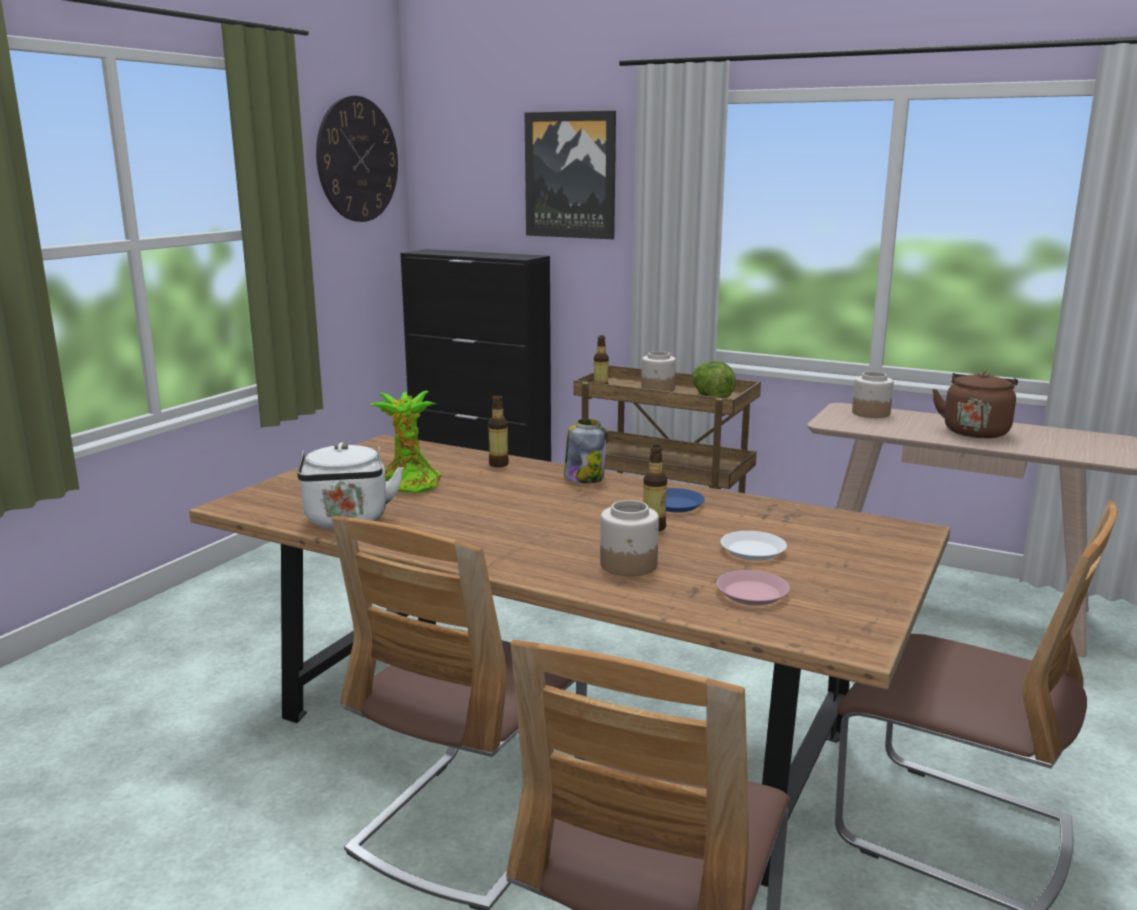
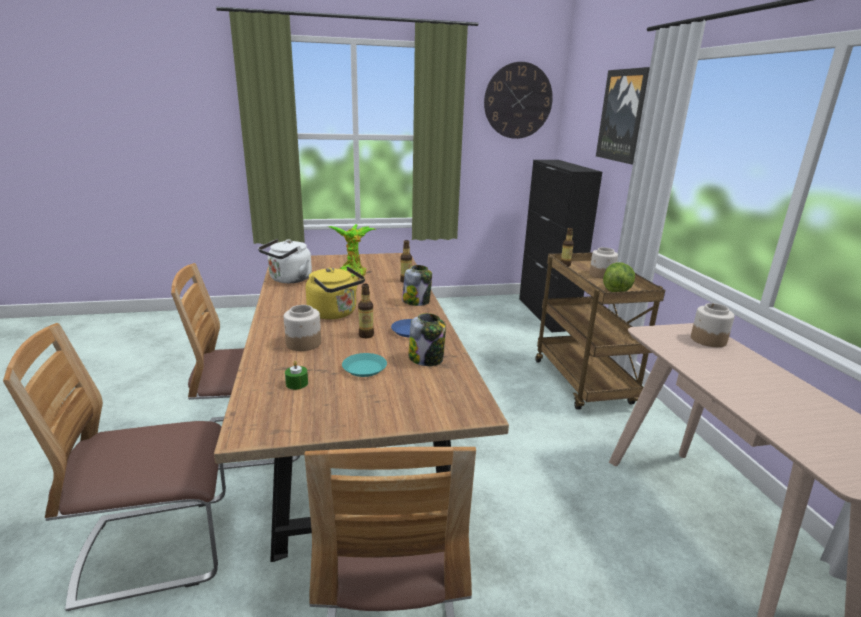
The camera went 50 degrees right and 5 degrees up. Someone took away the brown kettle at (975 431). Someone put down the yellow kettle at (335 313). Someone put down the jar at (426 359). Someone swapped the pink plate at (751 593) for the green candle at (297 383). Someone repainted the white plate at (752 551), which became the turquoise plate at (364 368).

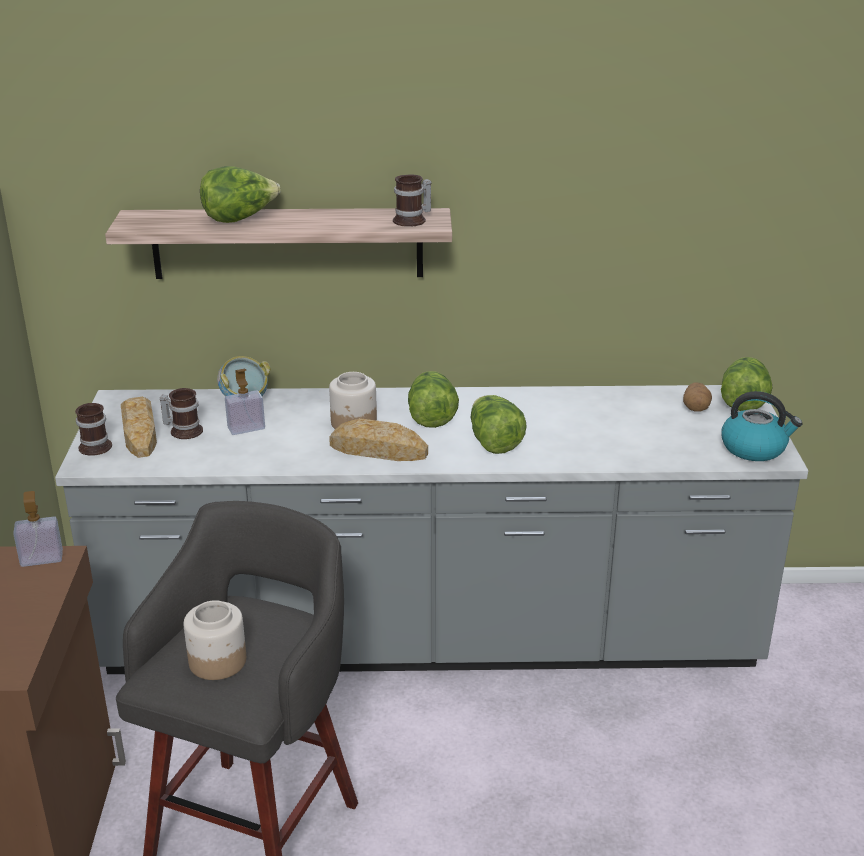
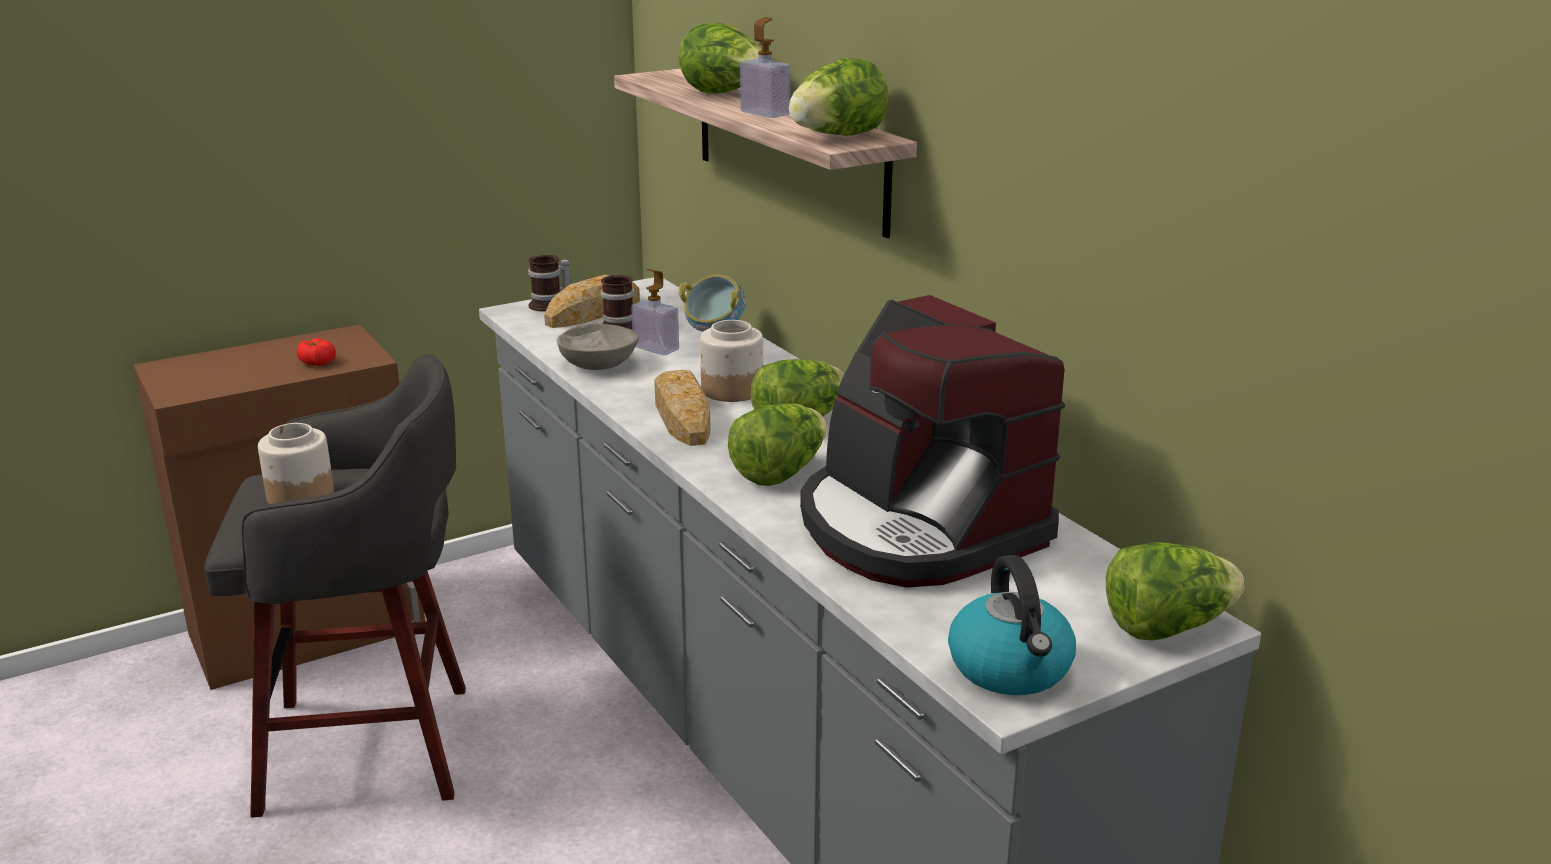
The camera went 60 degrees right and 5 degrees down. Someone took away the potato at (695 408). Someone put down the tomato at (317 362). Someone put down the grey bowl at (598 365). Someone put down the coffee machine at (918 528). Someone carried the soap dispenser from (41 558) to (765 113). Someone swapped the mug at (413 220) for the lettuce at (837 136).

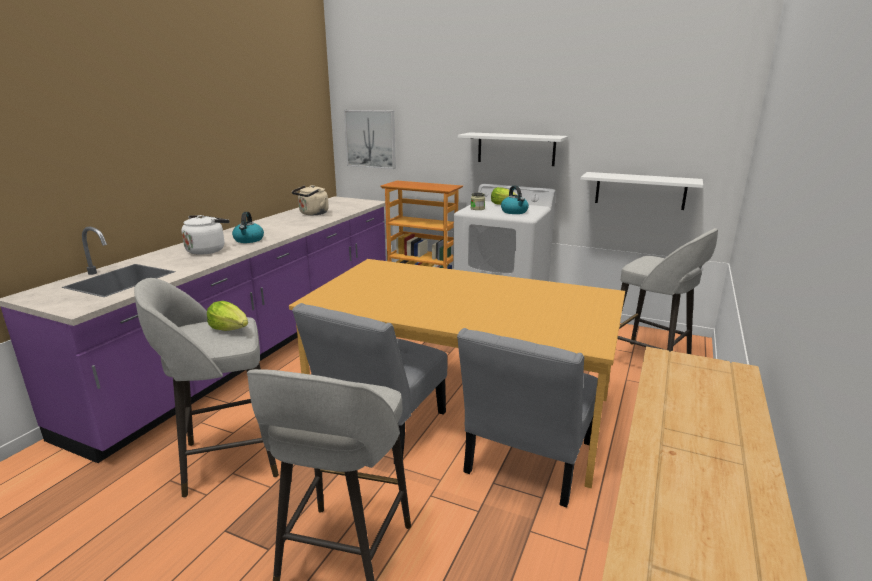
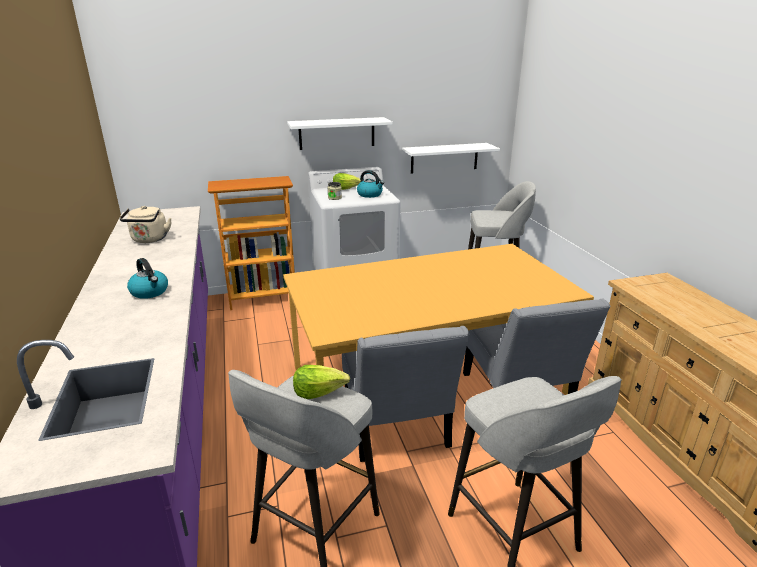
The camera went 40 degrees left and 5 degrees up. Someone took away the white kettle at (207 250). Someone took away the picture at (370 139).

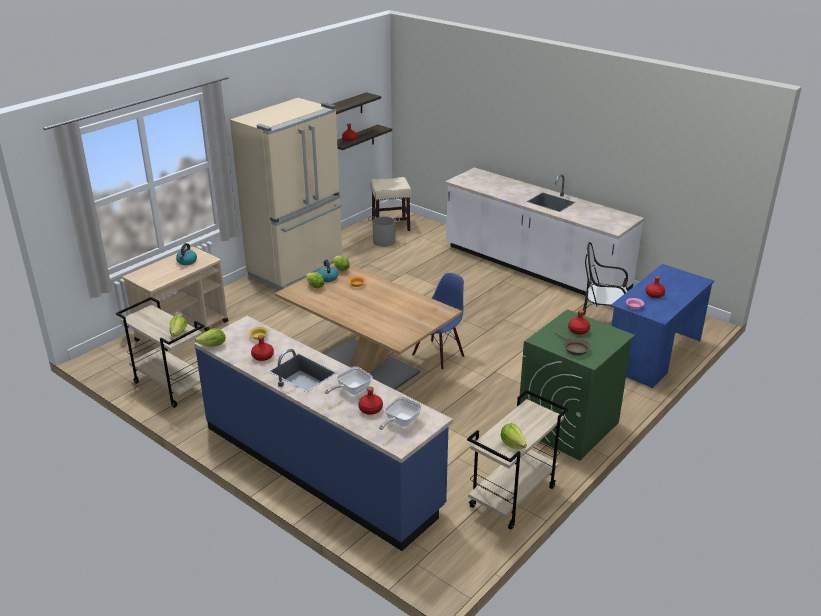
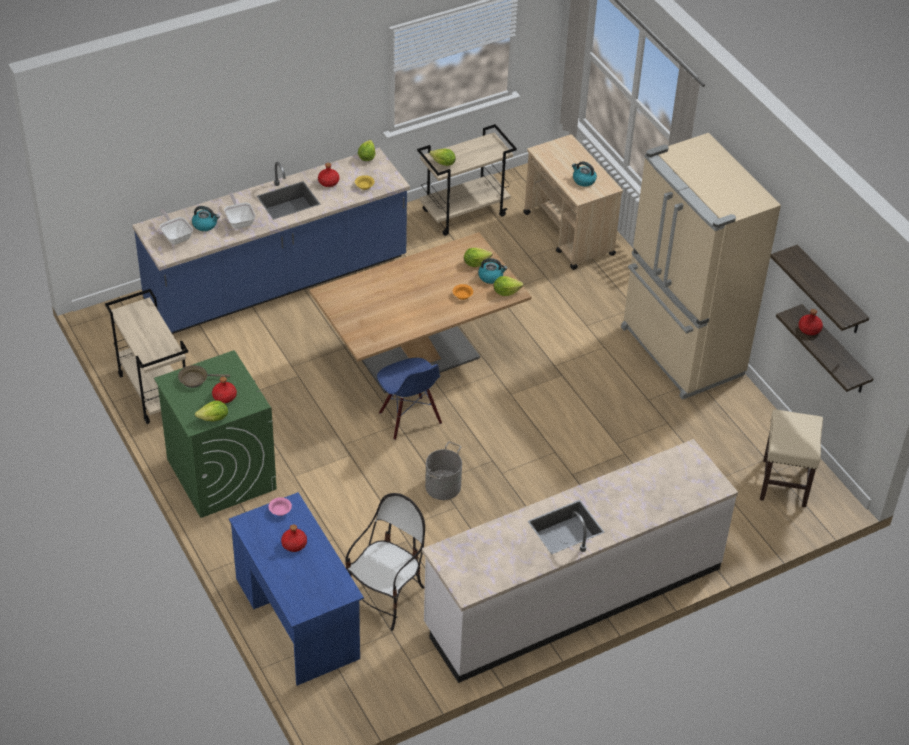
The camera went 110 degrees right and 15 degrees up. Someone carried the grey bucket from (384 241) to (442 486). Someone carried the lettuce from (512 444) to (214 418). Someone swapped the red bottle at (370 409) for the kettle at (205 225).

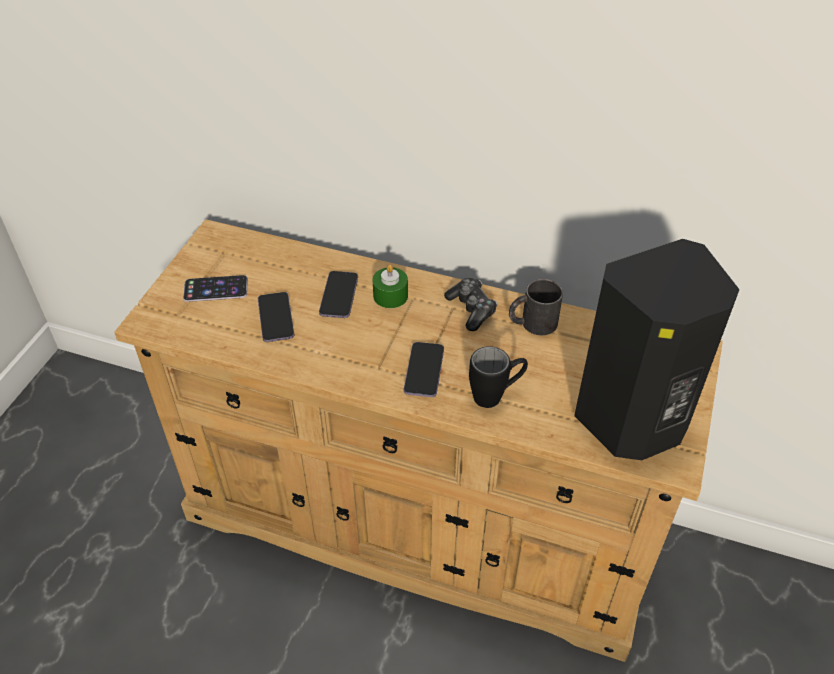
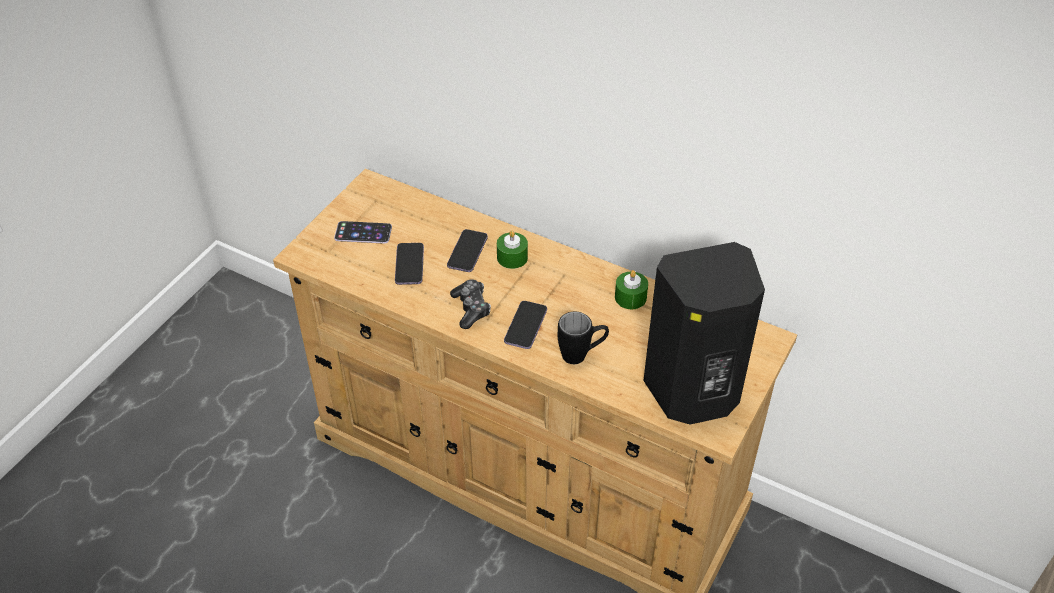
The camera went 10 degrees right and 0 degrees up. Someone carried the game controller from (471 309) to (471 309). Someone swapped the black mug at (532 323) for the green candle at (630 297).

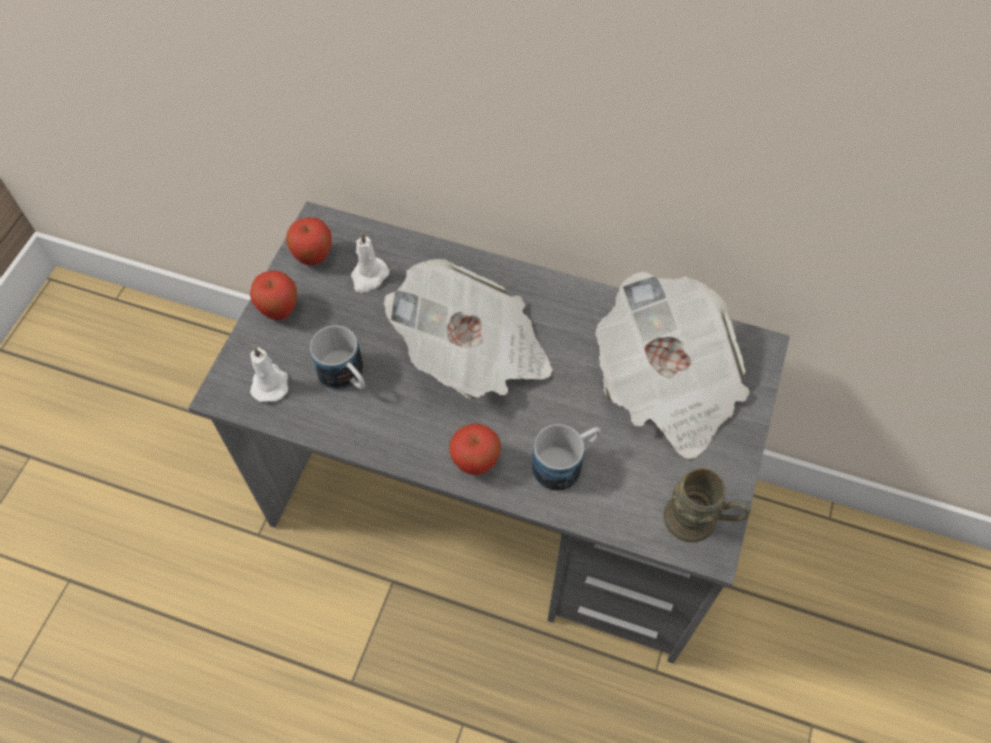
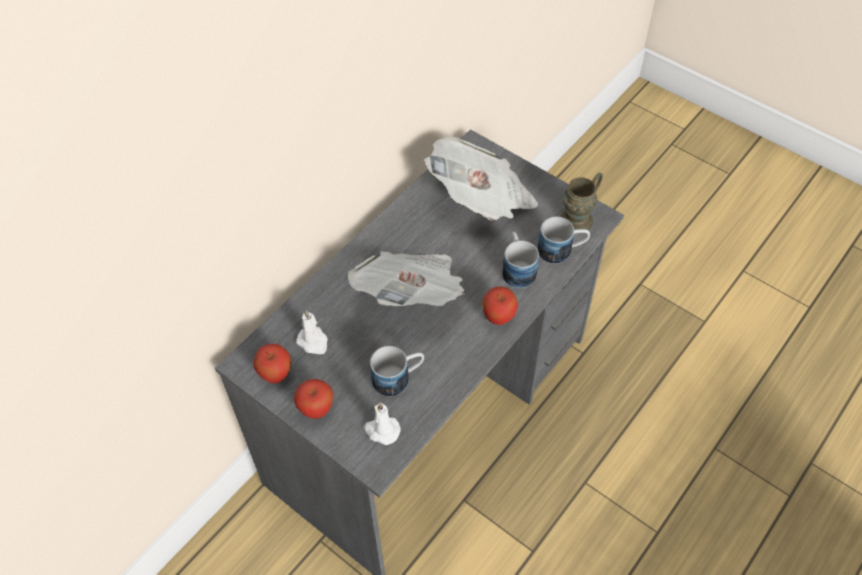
The camera went 70 degrees left and 5 degrees down. Someone put down the mug at (561 251).

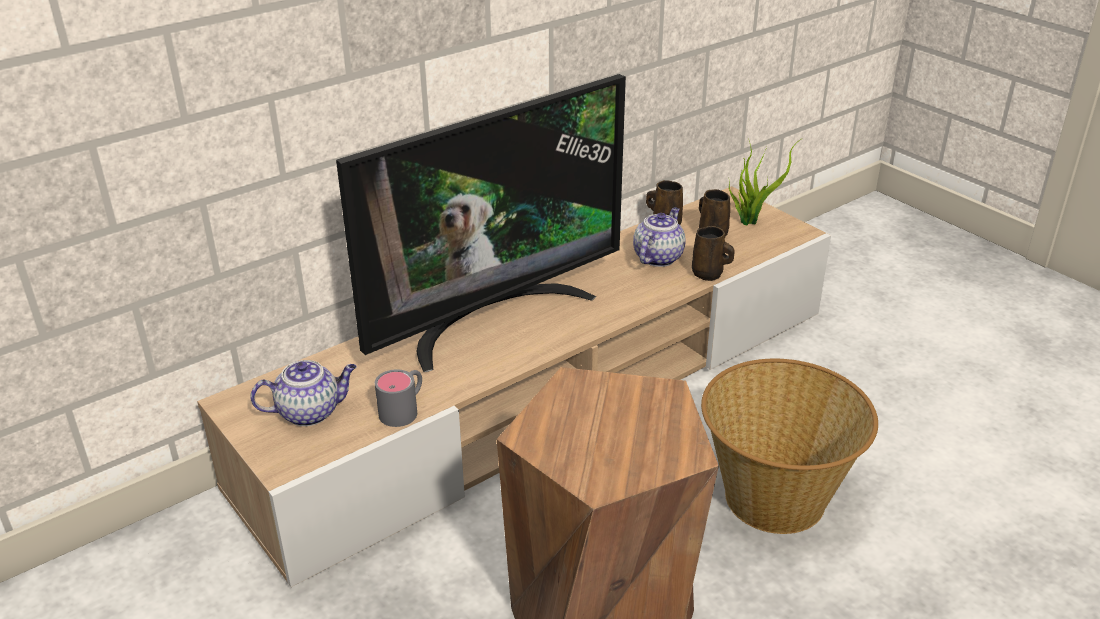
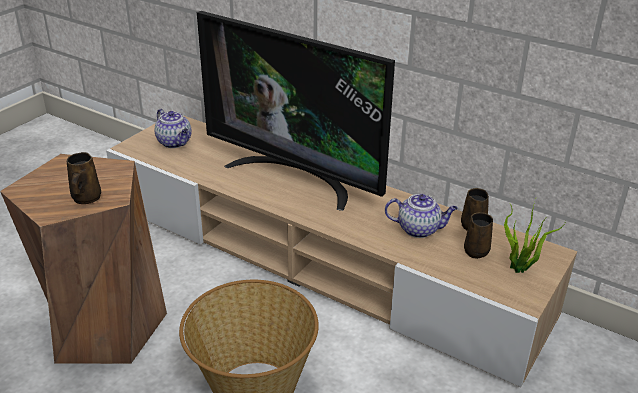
The camera went 70 degrees right and 0 degrees up. Someone took away the grey mug at (404 409). Someone carried the brown mug from (709 274) to (86 198).

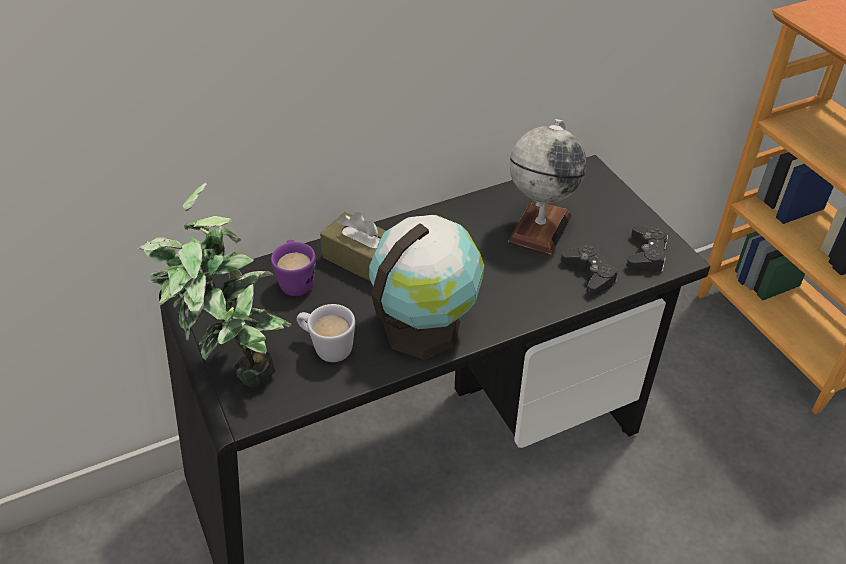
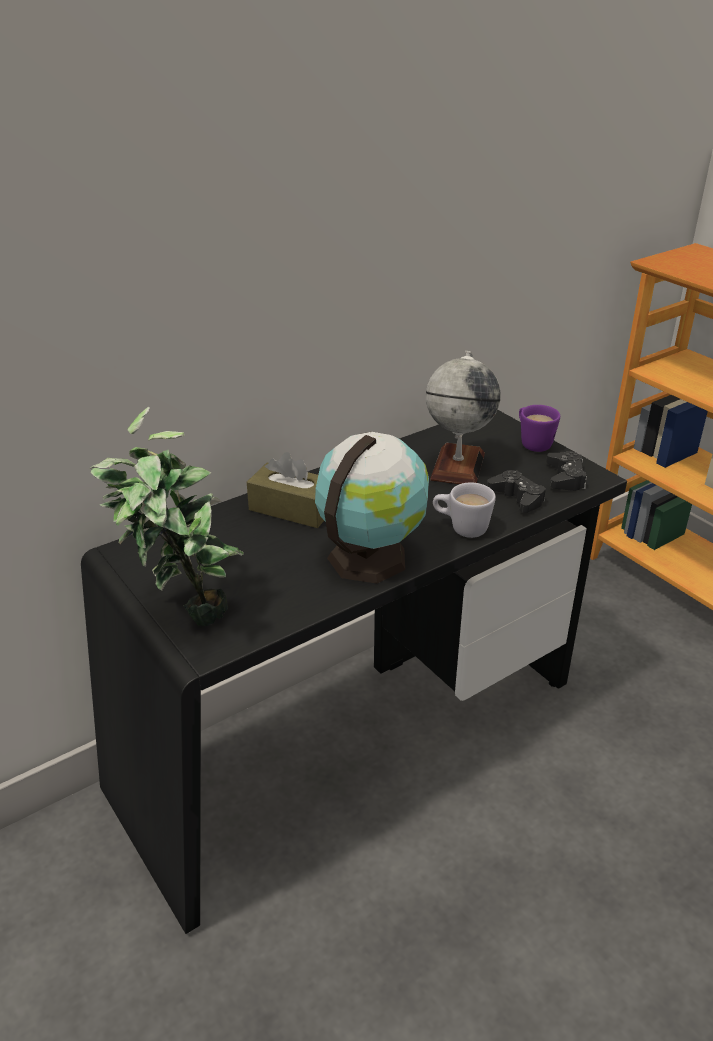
The camera went 10 degrees left and 10 degrees down. Someone carried the purple mug from (296 281) to (532 442). Someone carried the white mug from (326 347) to (461 528).

